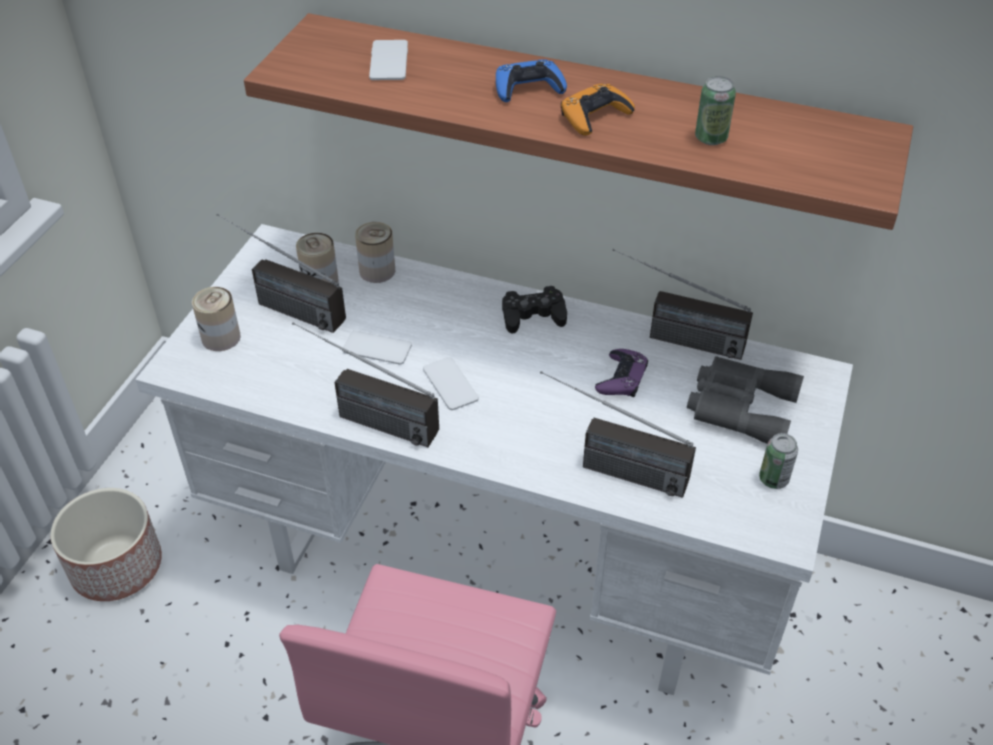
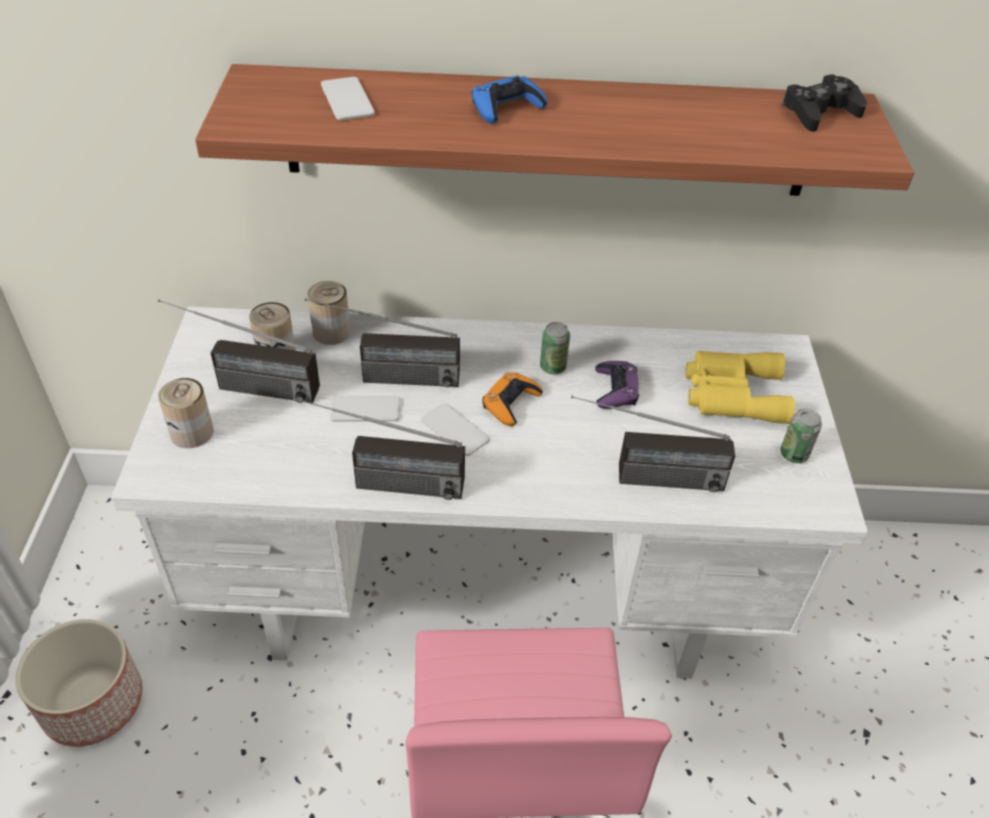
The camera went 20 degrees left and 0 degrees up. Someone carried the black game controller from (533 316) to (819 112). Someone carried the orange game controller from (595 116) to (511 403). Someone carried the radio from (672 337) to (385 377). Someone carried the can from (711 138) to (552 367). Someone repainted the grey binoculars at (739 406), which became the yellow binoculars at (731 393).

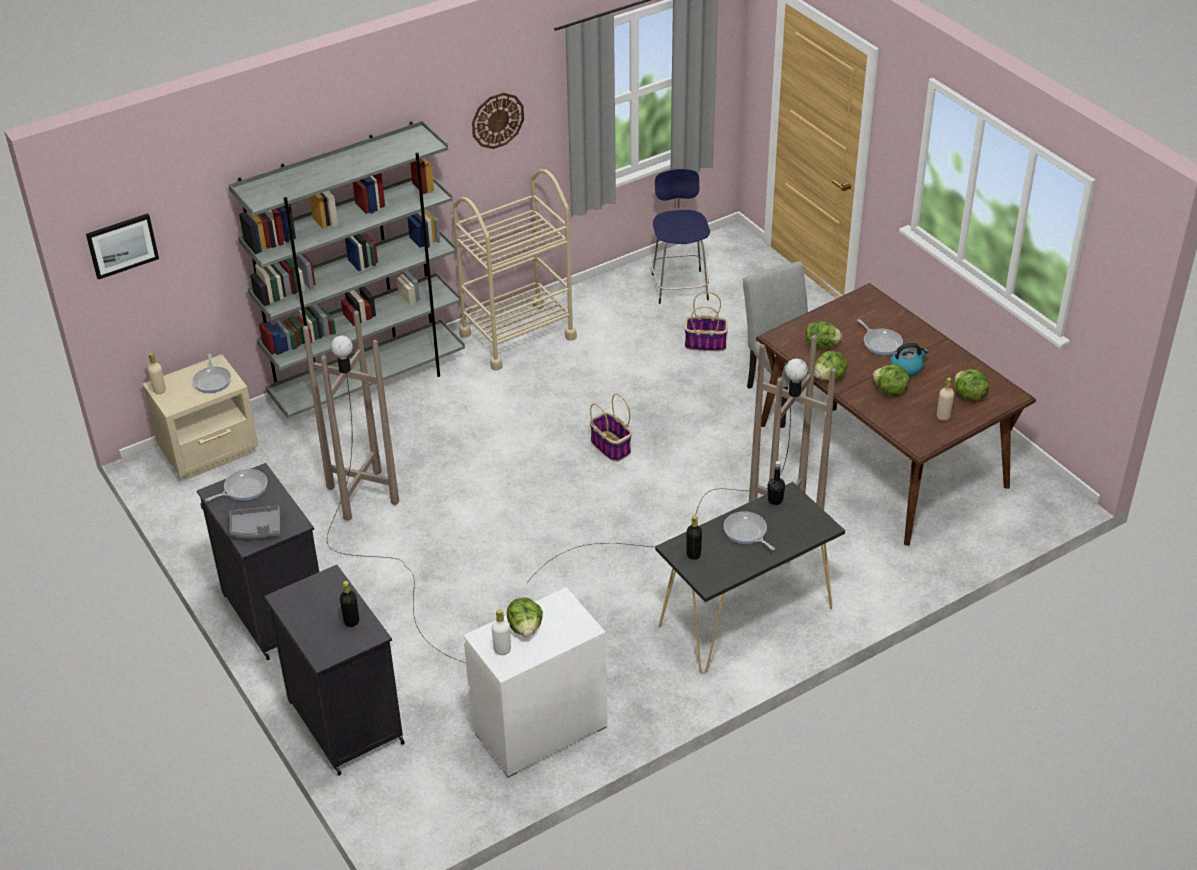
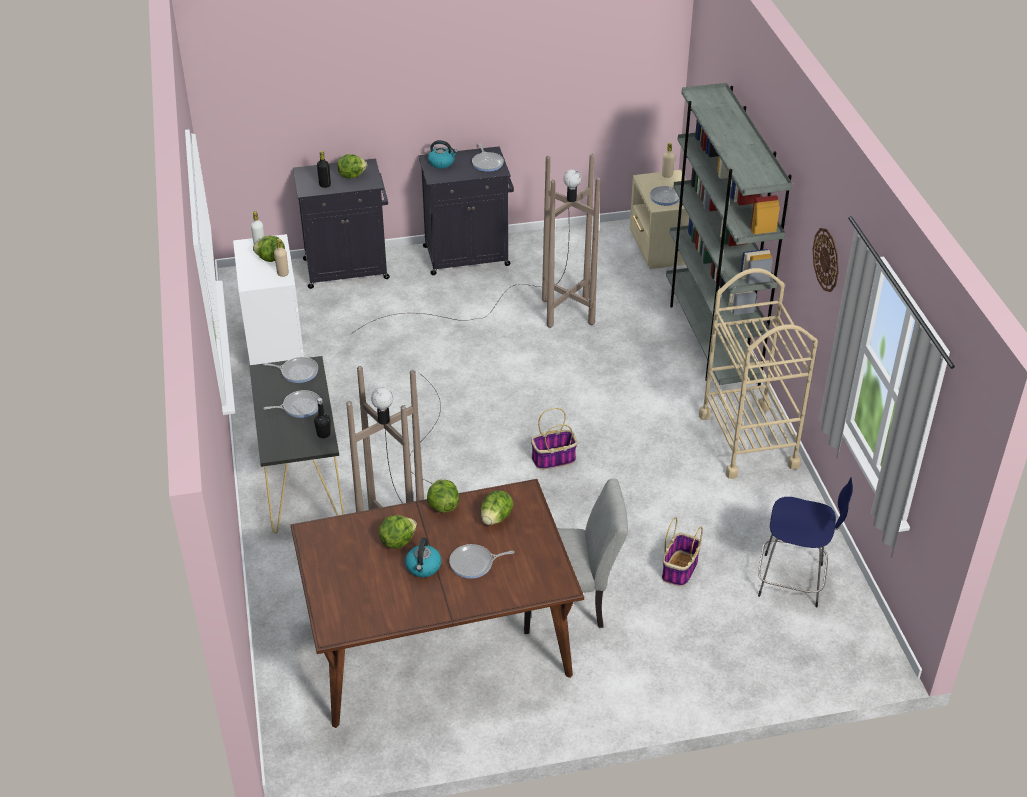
The camera went 110 degrees right and 0 degrees up. Someone took away the picture at (122 245). Someone carried the beige bottle from (943 416) to (283 273). Someone carried the lettuce from (968 396) to (351 175). Someone swapped the grey tray at (256 529) for the kettle at (442 163). Someone swapped the black bottle at (693 554) for the frying pan at (297 372).

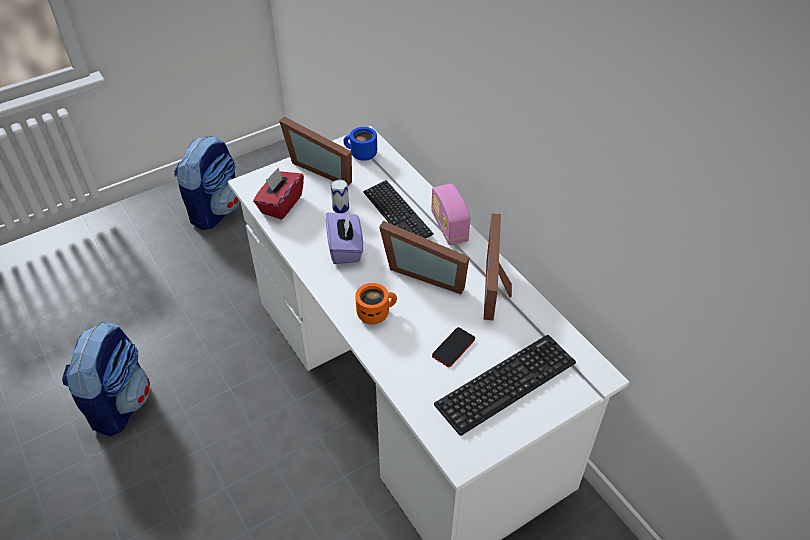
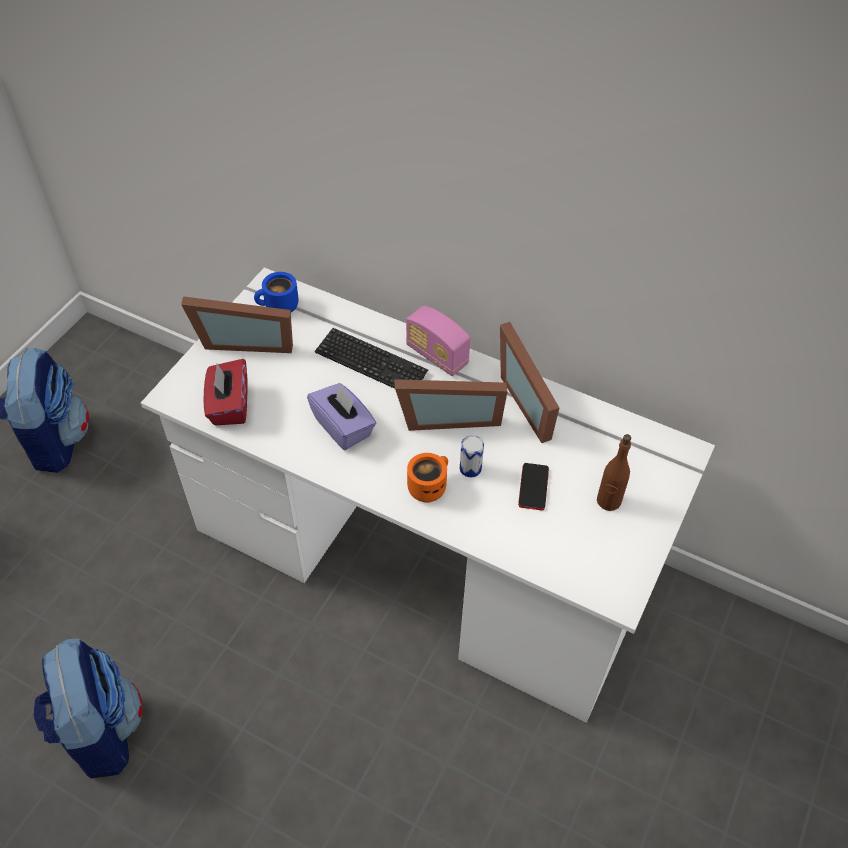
The camera went 30 degrees left and 5 degrees up. Someone carried the can from (340 208) to (470 468). Someone swapped the keyboard at (506 384) for the brown bottle at (608 501).

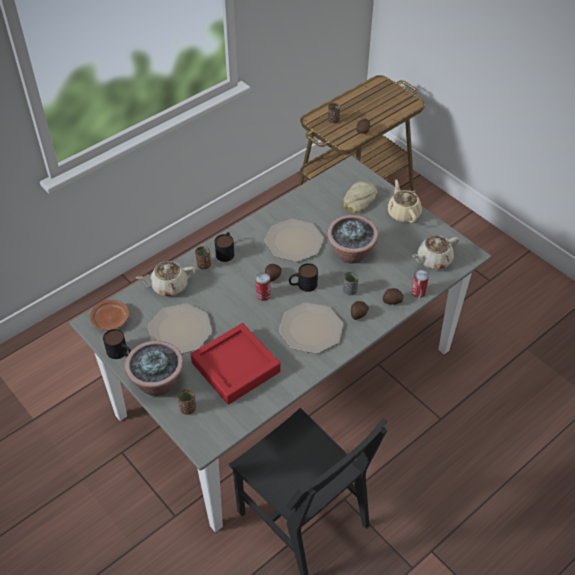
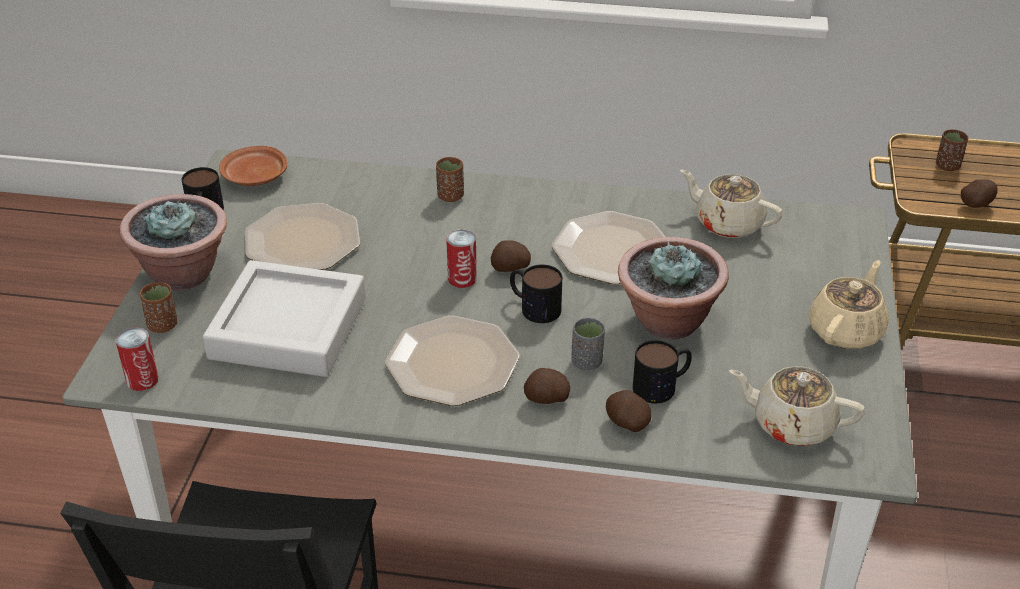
The camera went 50 degrees right and 10 degrees down. Someone took away the bread at (358 200). Someone carried the beige teapot from (168 286) to (727 223). Someone carried the mug from (226 251) to (662 385). Someone carried the can from (418 292) to (142 380). Someone repainted the red tray at (235 367), which became the grey tray at (288 328).

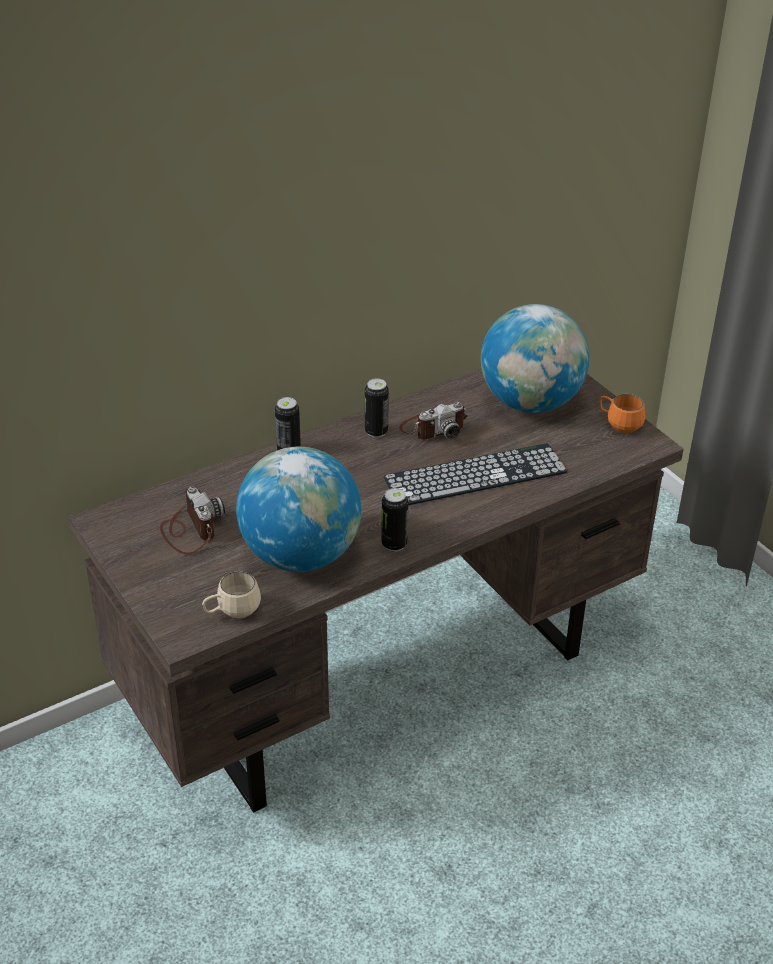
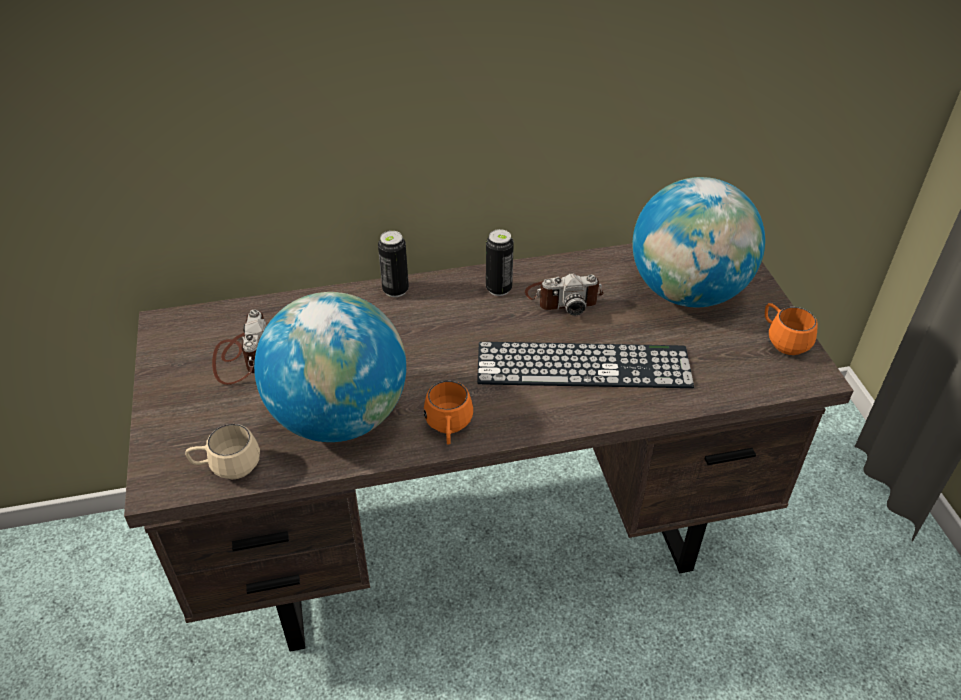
The camera went 20 degrees right and 5 degrees up. Someone swapped the can at (394 544) for the orange mug at (448 429).

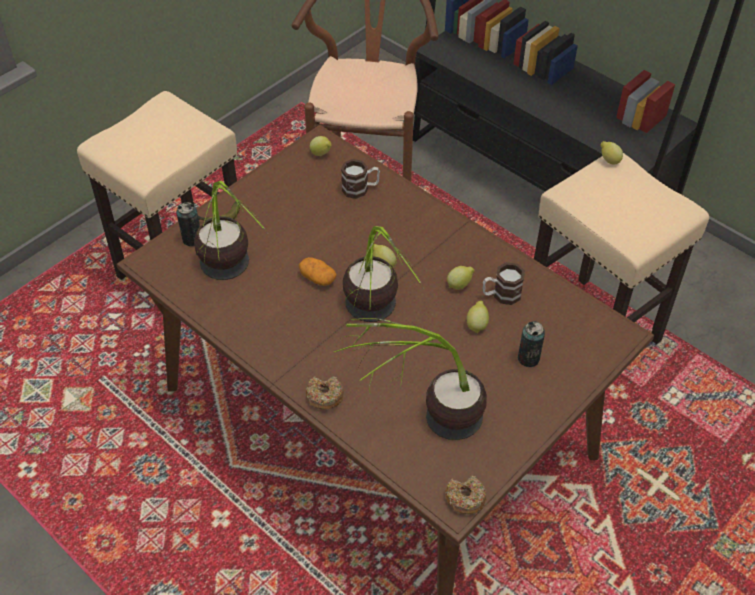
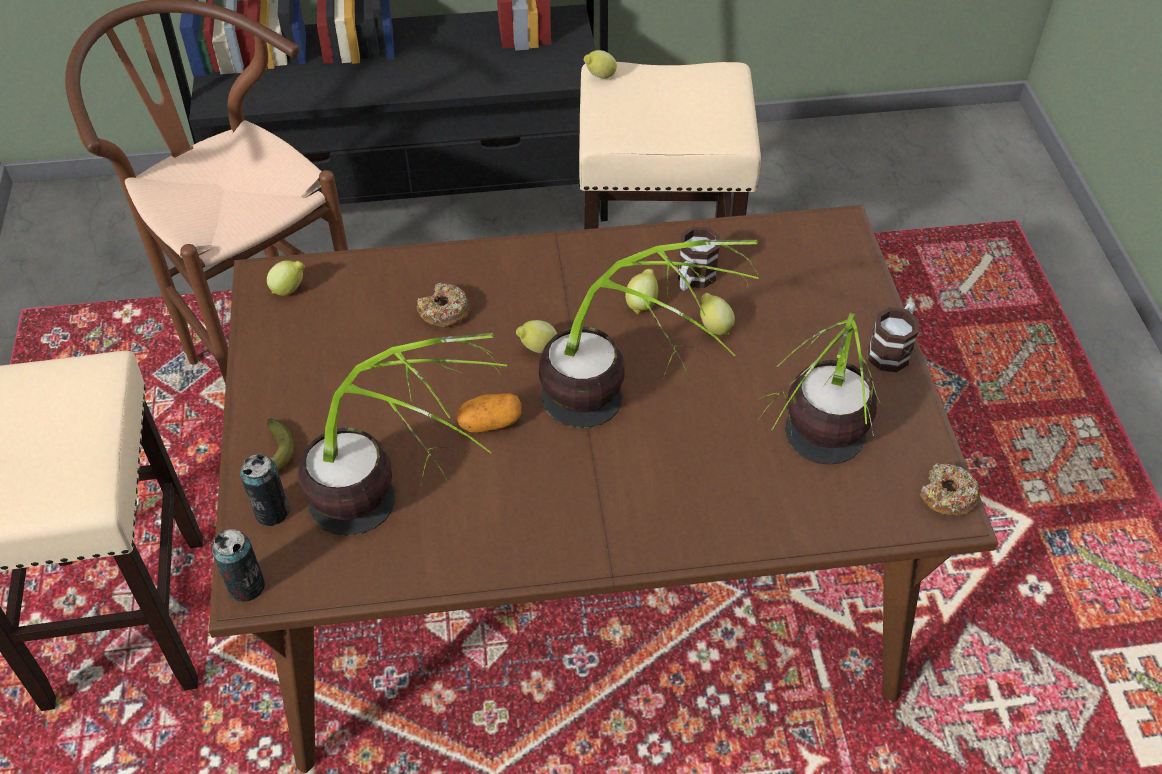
The camera went 50 degrees left and 0 degrees up. Someone carried the donut from (324 396) to (444 312). Someone carried the mug from (360 189) to (892 349). Someone carried the can from (528 358) to (246 586).

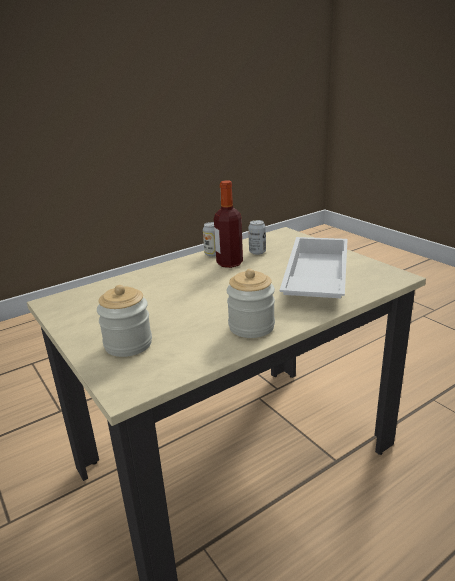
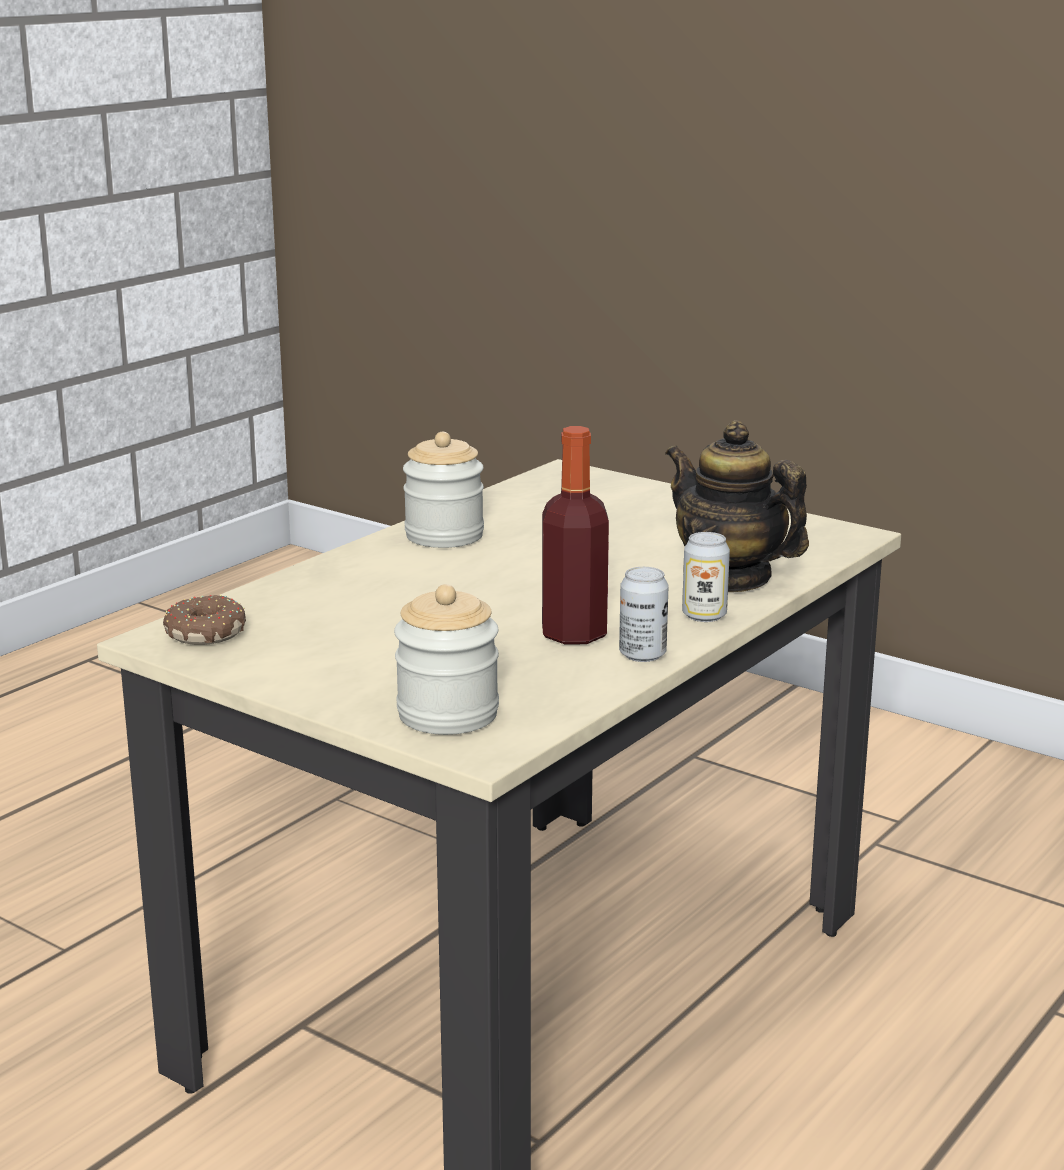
The camera went 160 degrees right and 5 degrees down. Someone took away the white tray at (314 278). Someone put down the donut at (204 632). Someone put down the teapot at (730 578). Someone carried the jar from (128 344) to (448 714). Someone carried the can from (257 252) to (704 615).

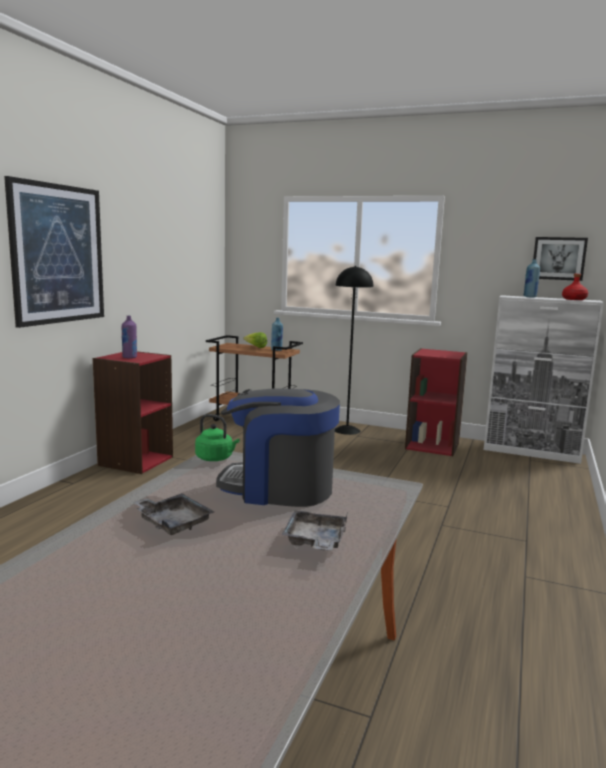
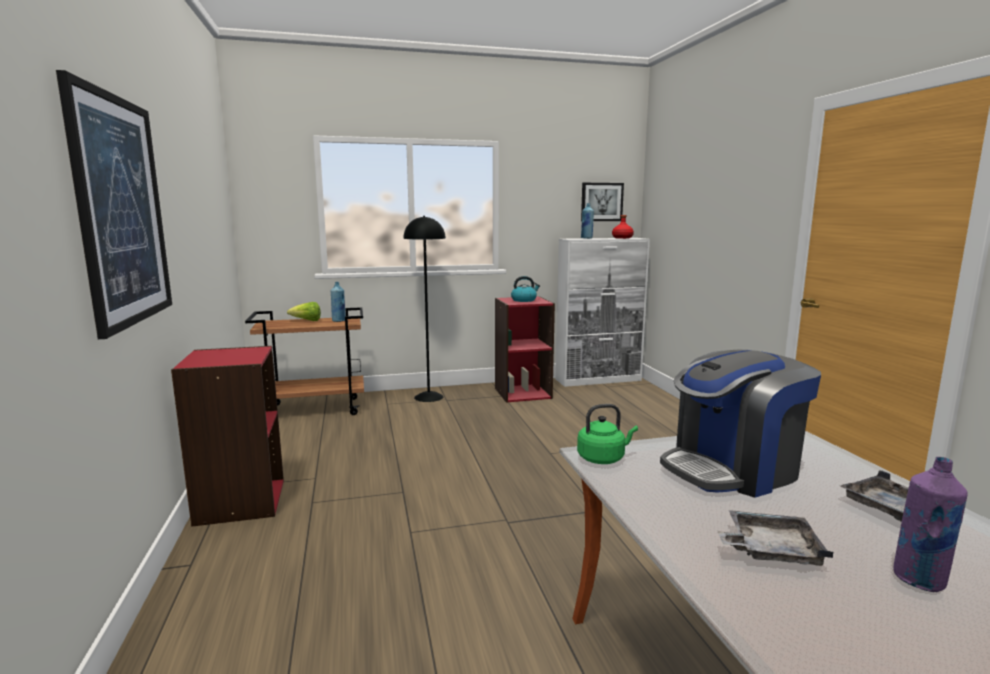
The camera went 35 degrees left and 0 degrees up. Someone put down the kettle at (524 300). Someone carried the purple bottle from (129 357) to (920 580).

